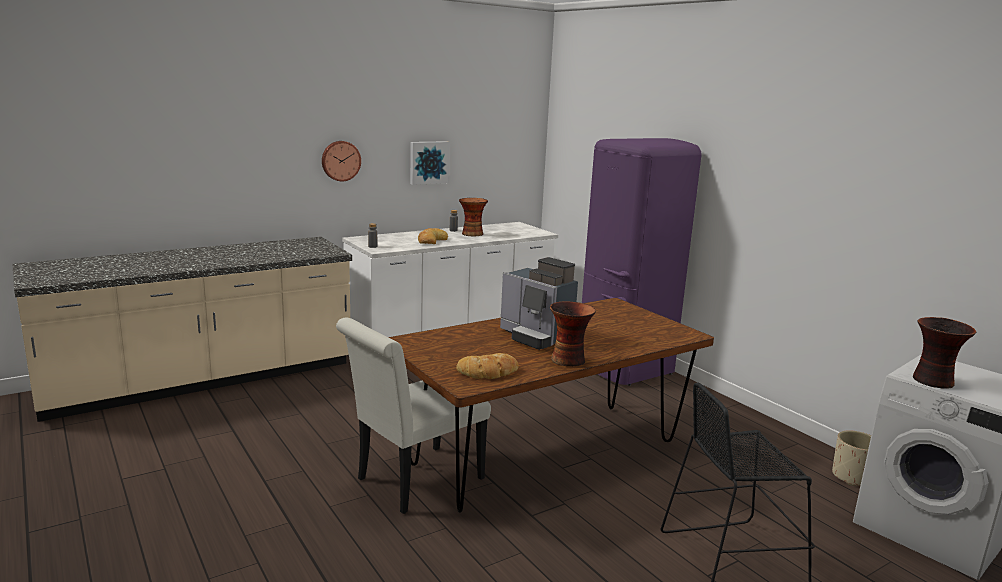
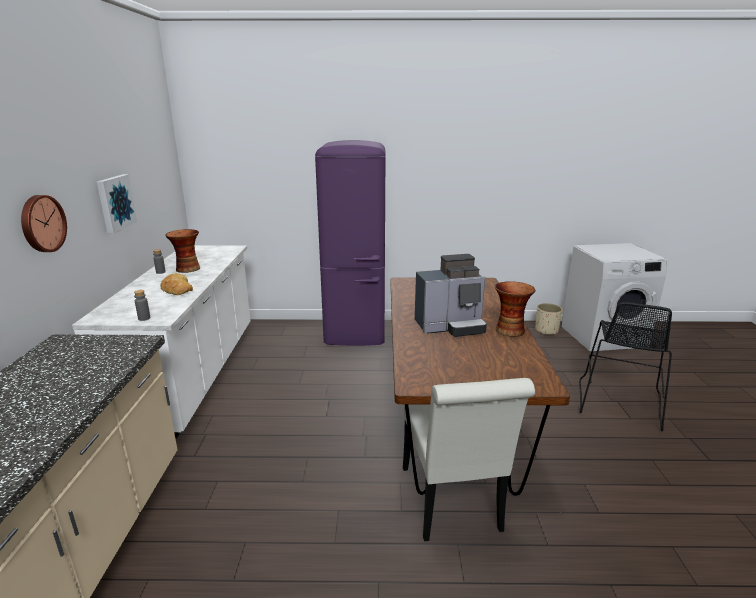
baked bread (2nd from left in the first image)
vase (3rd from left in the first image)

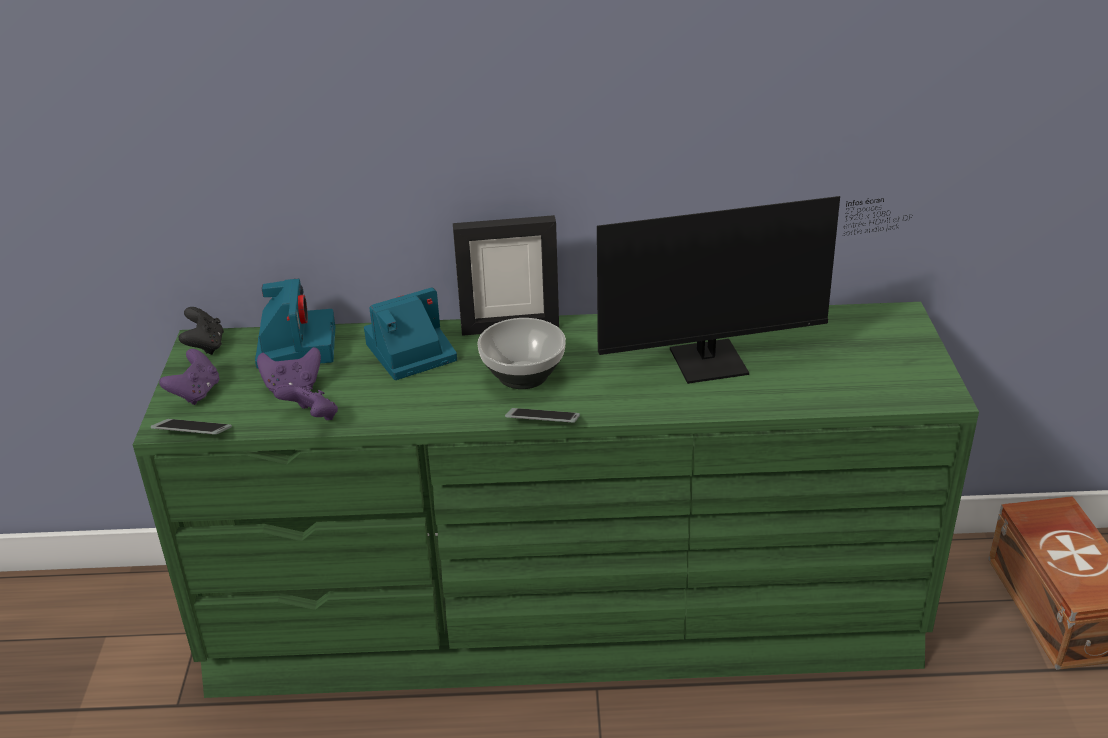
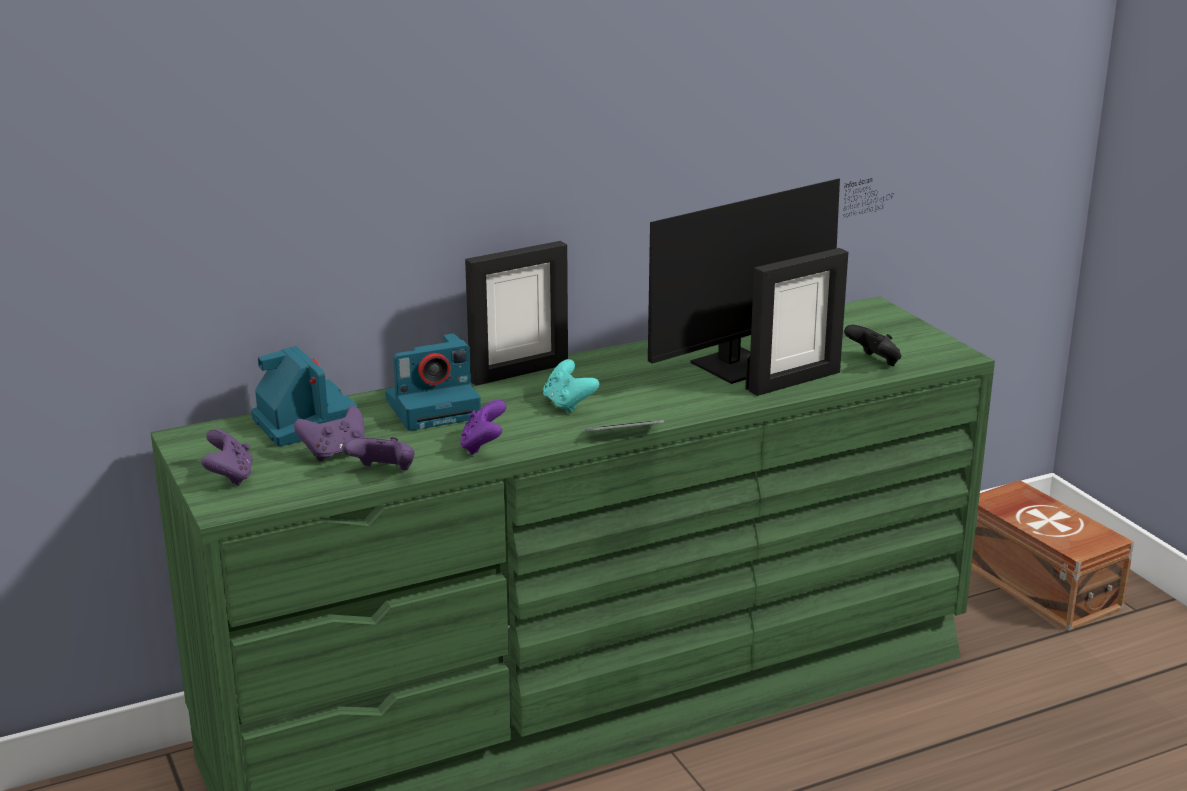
phone (1st from left in the first image)
gamepad in purple-coloured (4th from left)
photo frame (2nd from left)
gamepad in black-coloured
gamepad in turquoise-coloured
still camera (2nd from left)

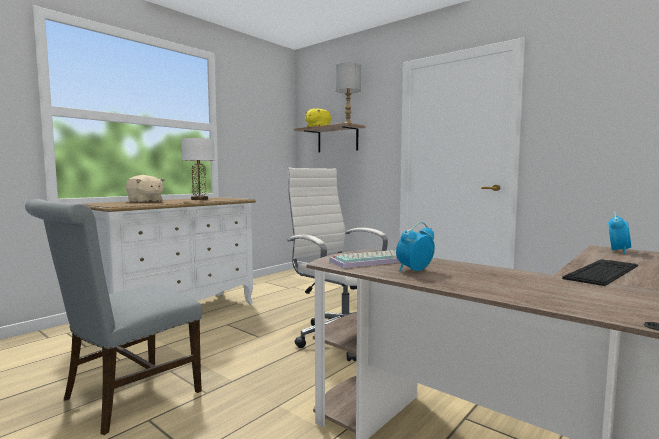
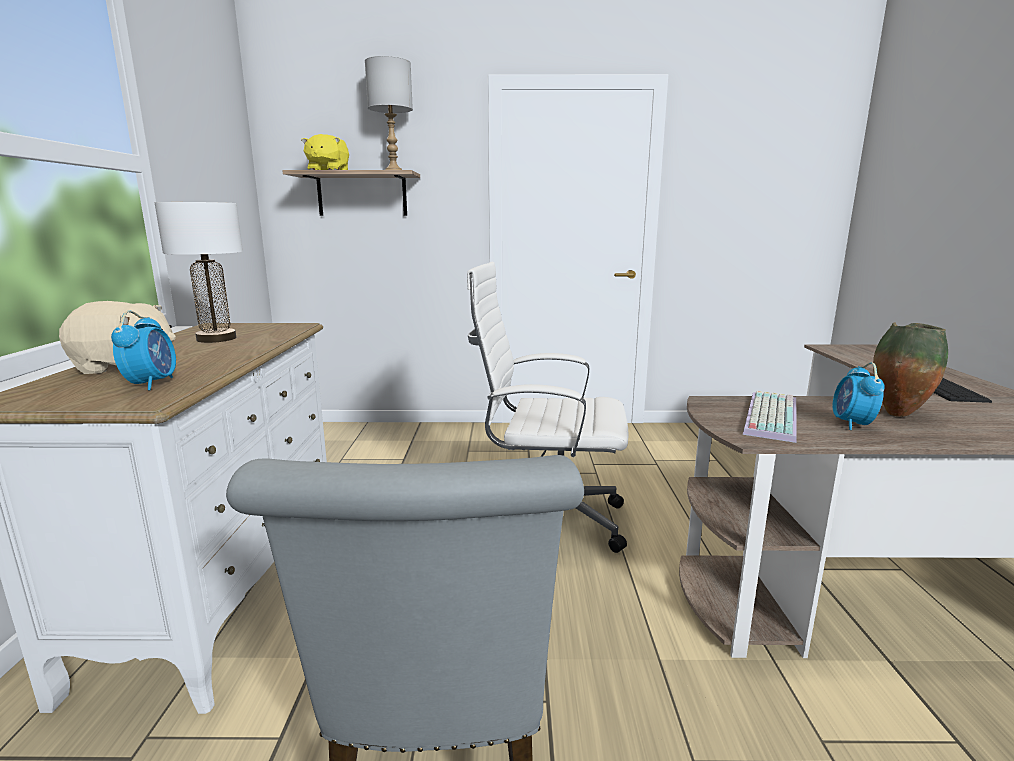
vase
bedside clock (1st from left)

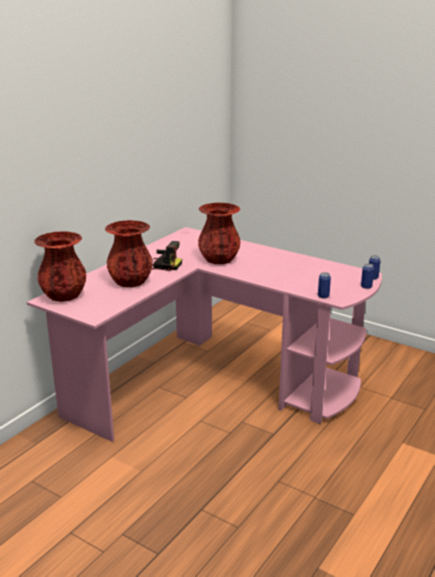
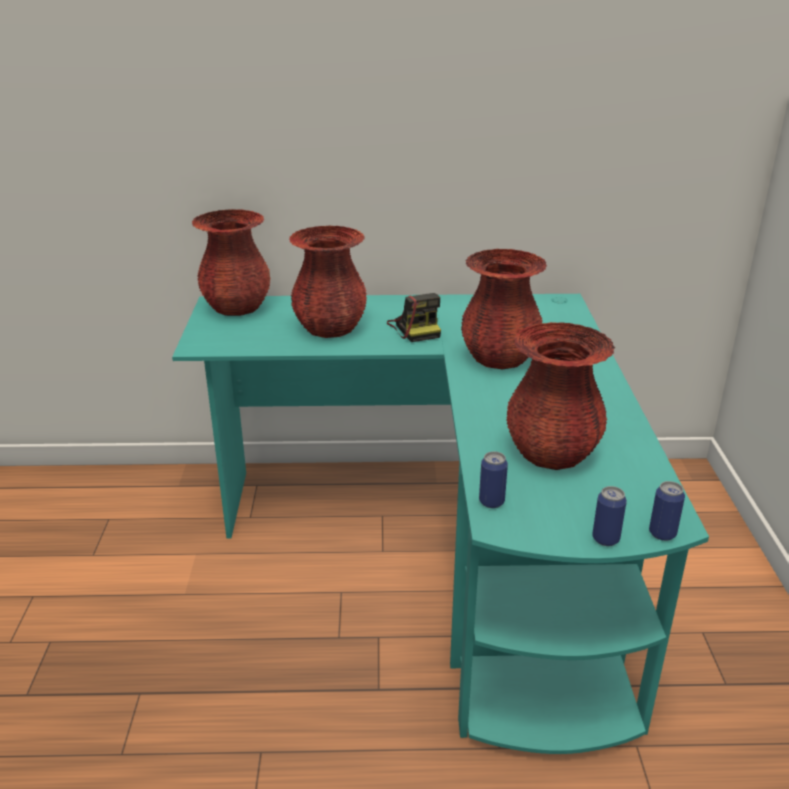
vase in reddish (4th from left)
desk table in turquoise-coloured

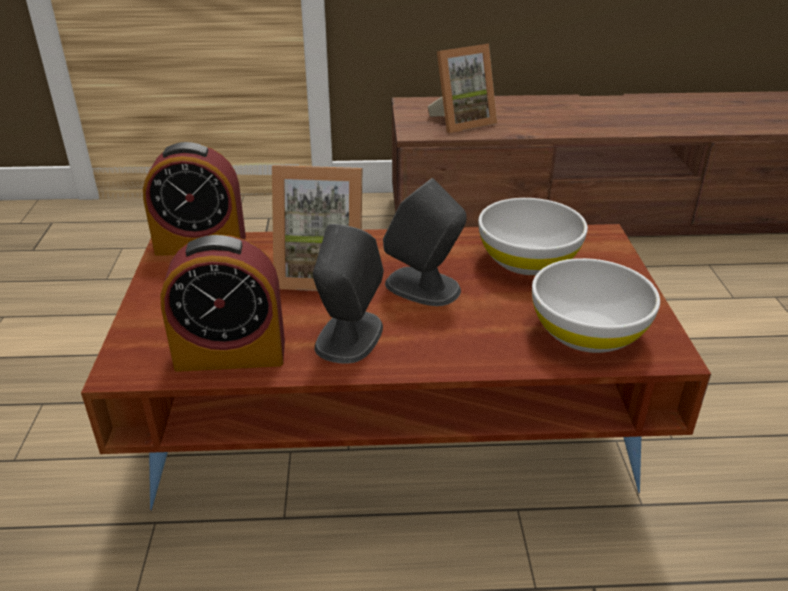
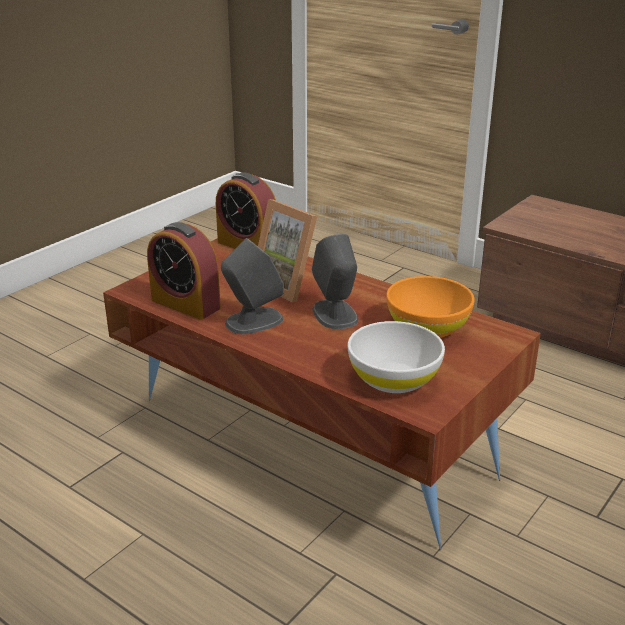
photo frame (2nd from left in the first image)
deep dish in orange

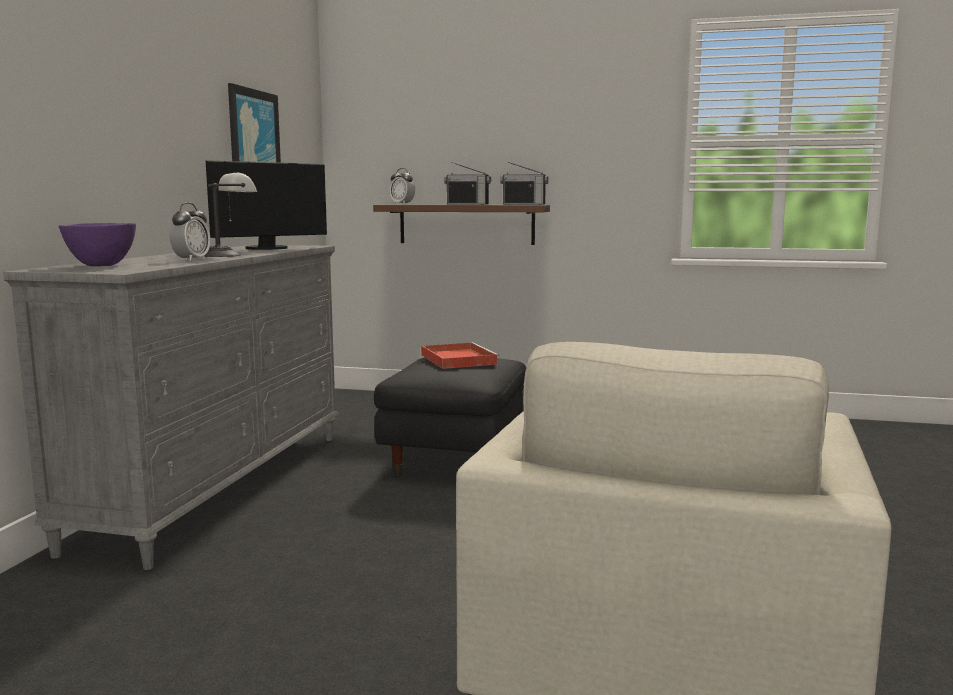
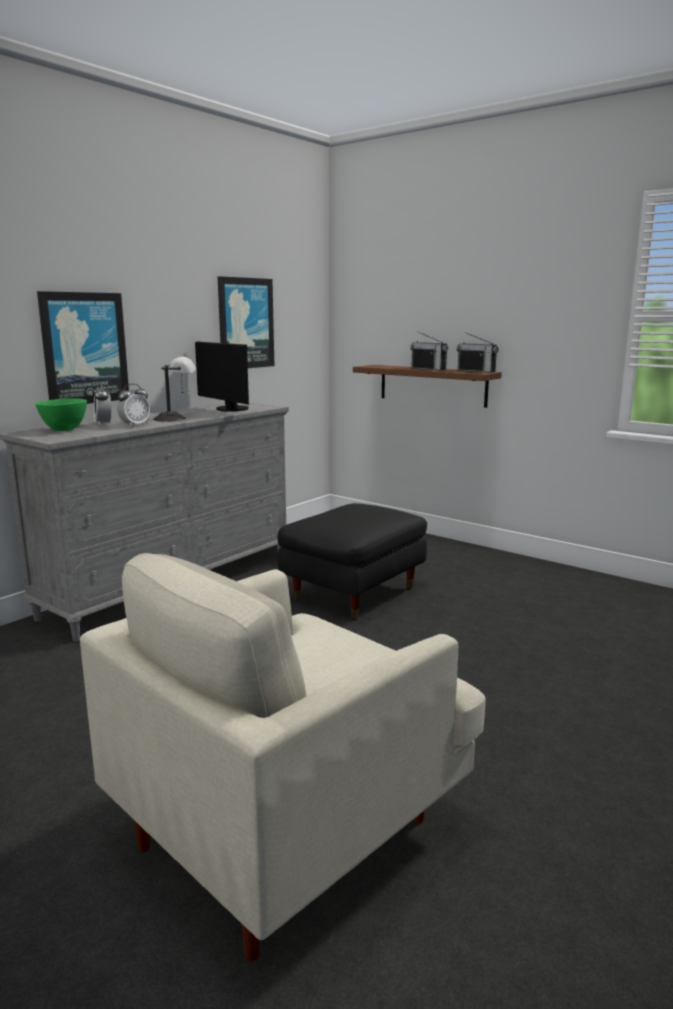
carrying tray in reddish
wall picture (1st from left)
bedside clock (1st from left)
deep dish in green
monitor

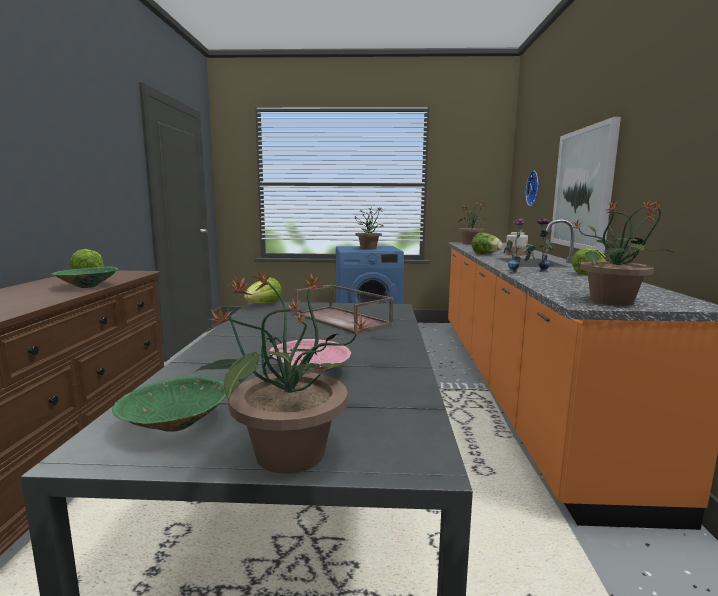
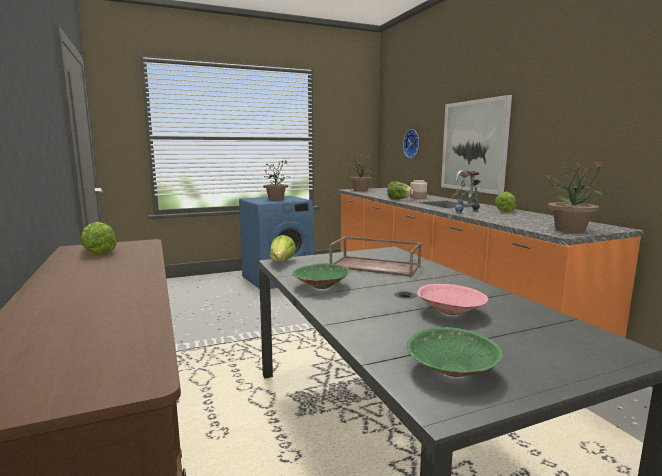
houseplant (1st from left in the first image)
deep dish in green (1st from left)

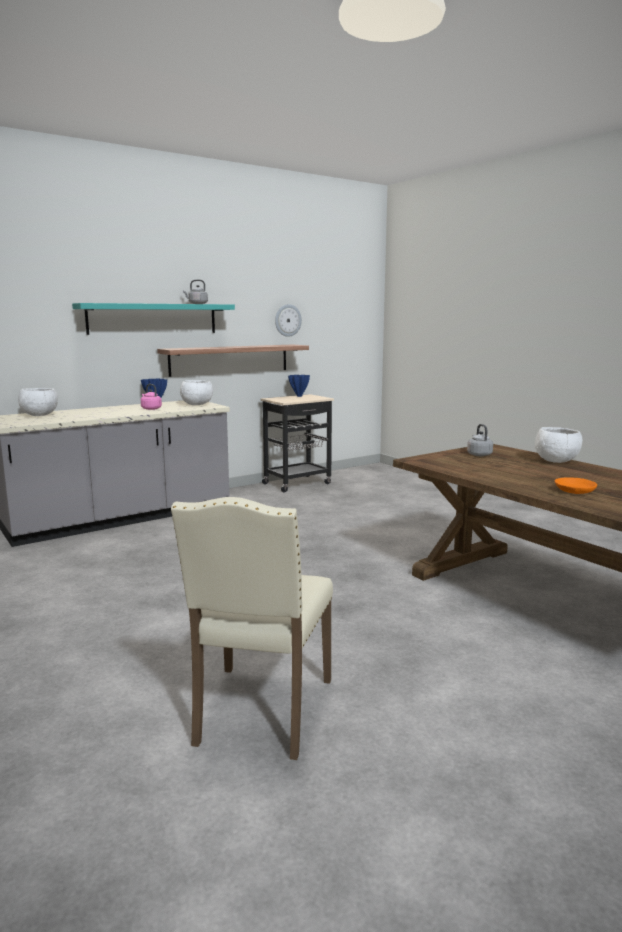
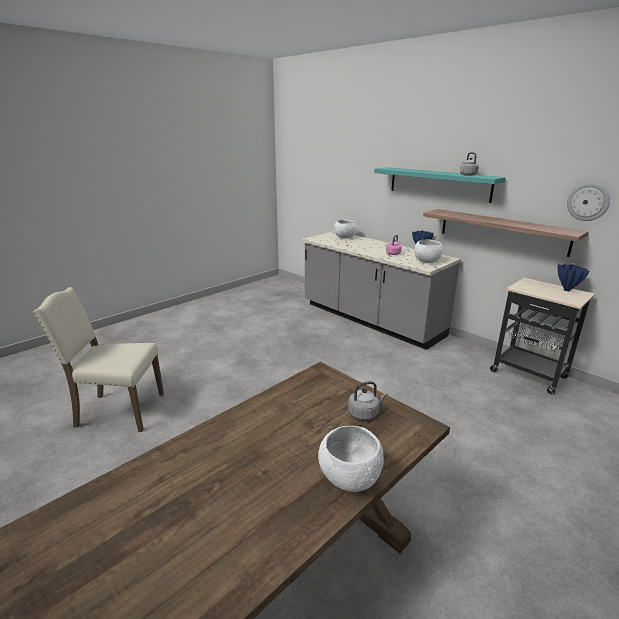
deep dish in orange

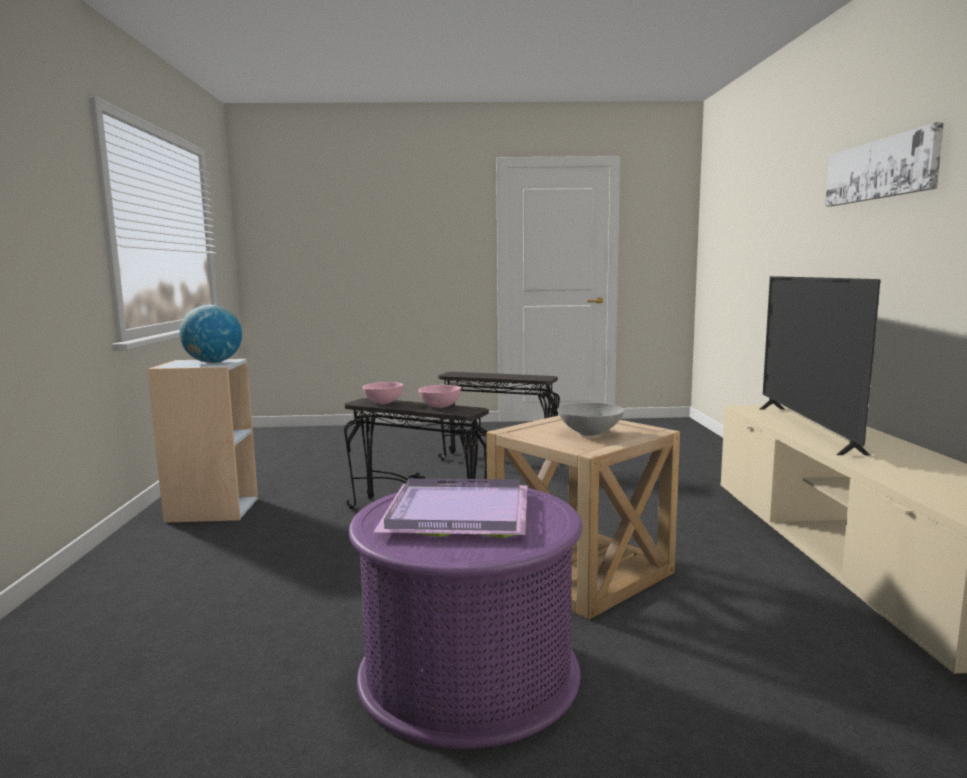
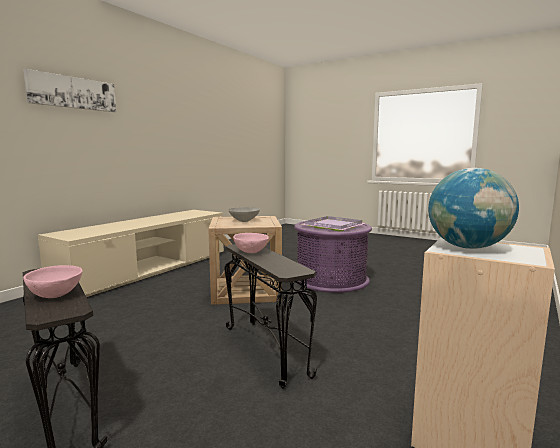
TV
deep dish in pinkish (1st from left)

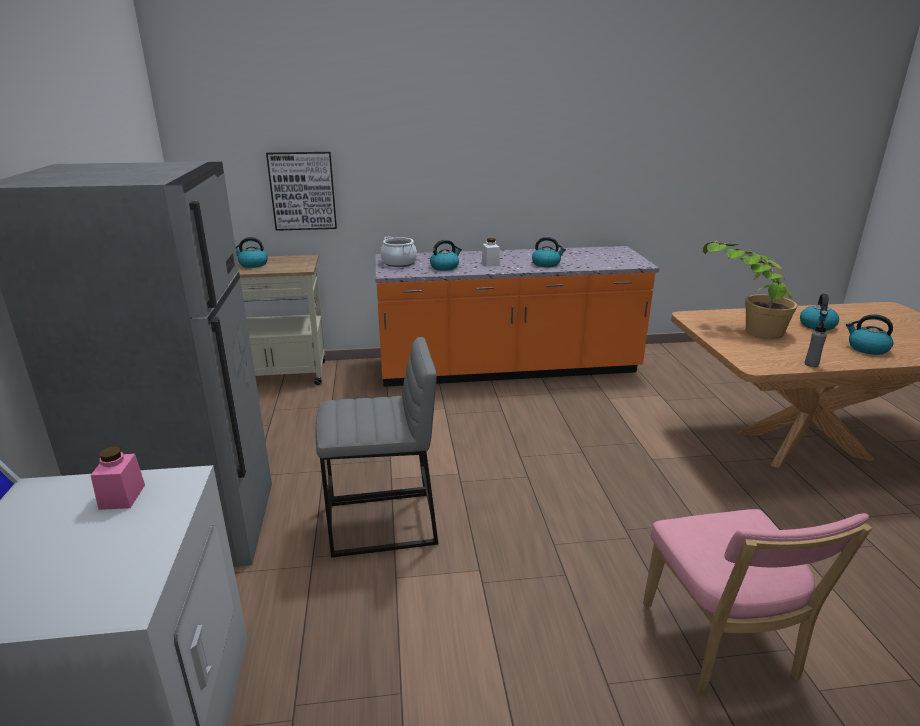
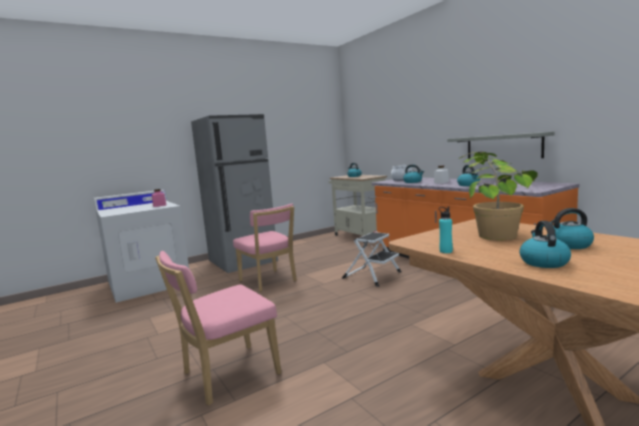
wall picture
stepladder
shelf in greyish
upright chair in pinkish (2nd from left)
bottle in turquoise-coloured

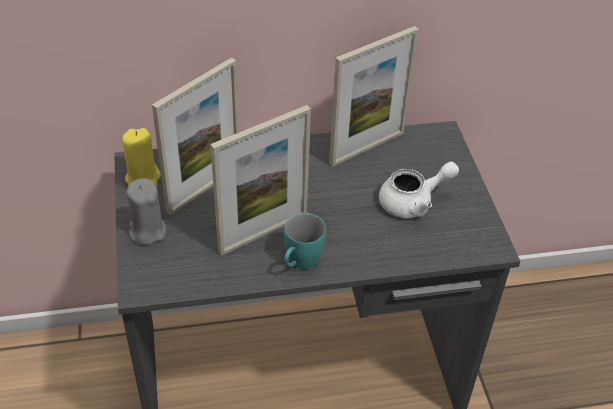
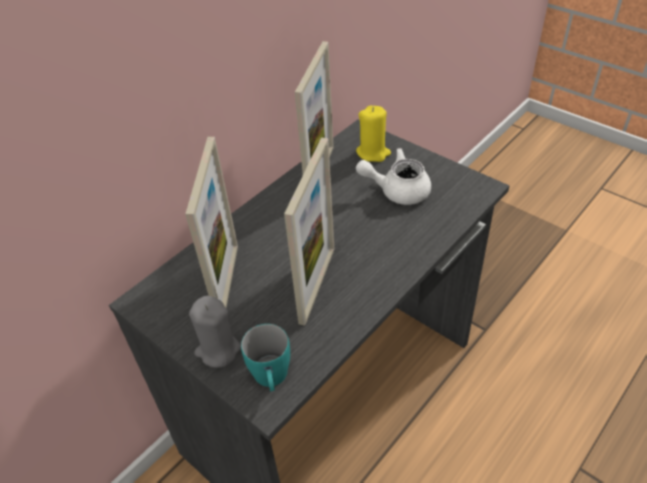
candle in yellow
tea mug in turquoise-coloured
tea pot in whitish

